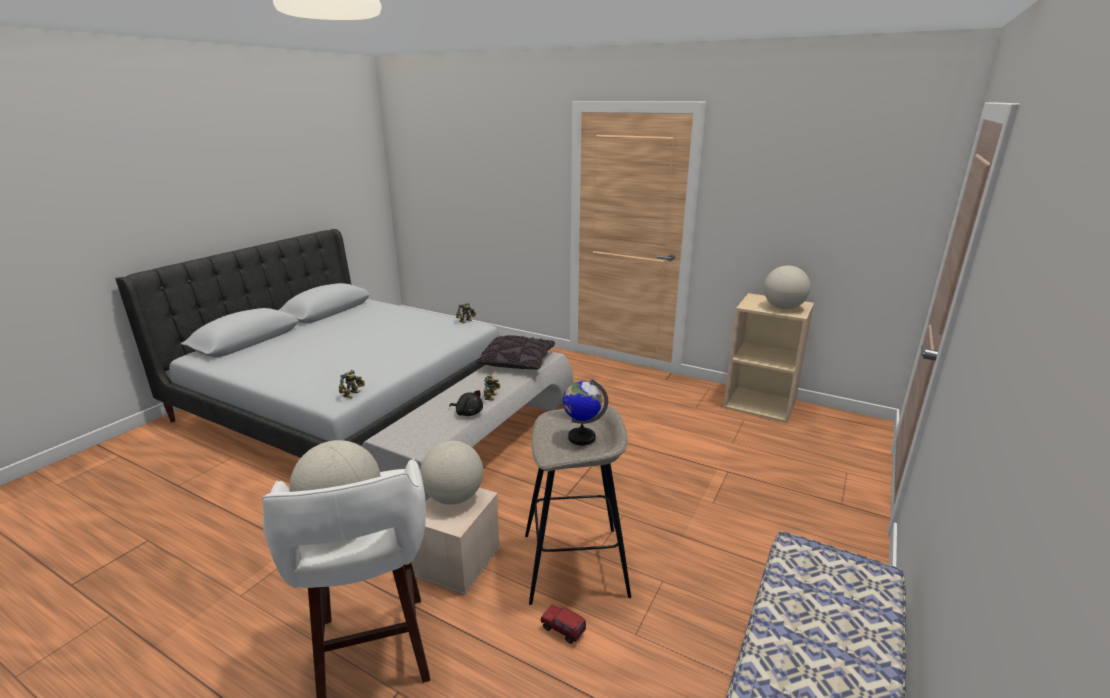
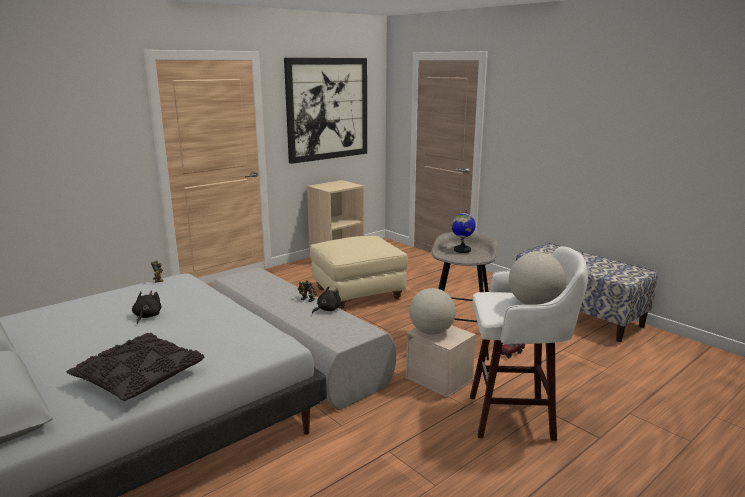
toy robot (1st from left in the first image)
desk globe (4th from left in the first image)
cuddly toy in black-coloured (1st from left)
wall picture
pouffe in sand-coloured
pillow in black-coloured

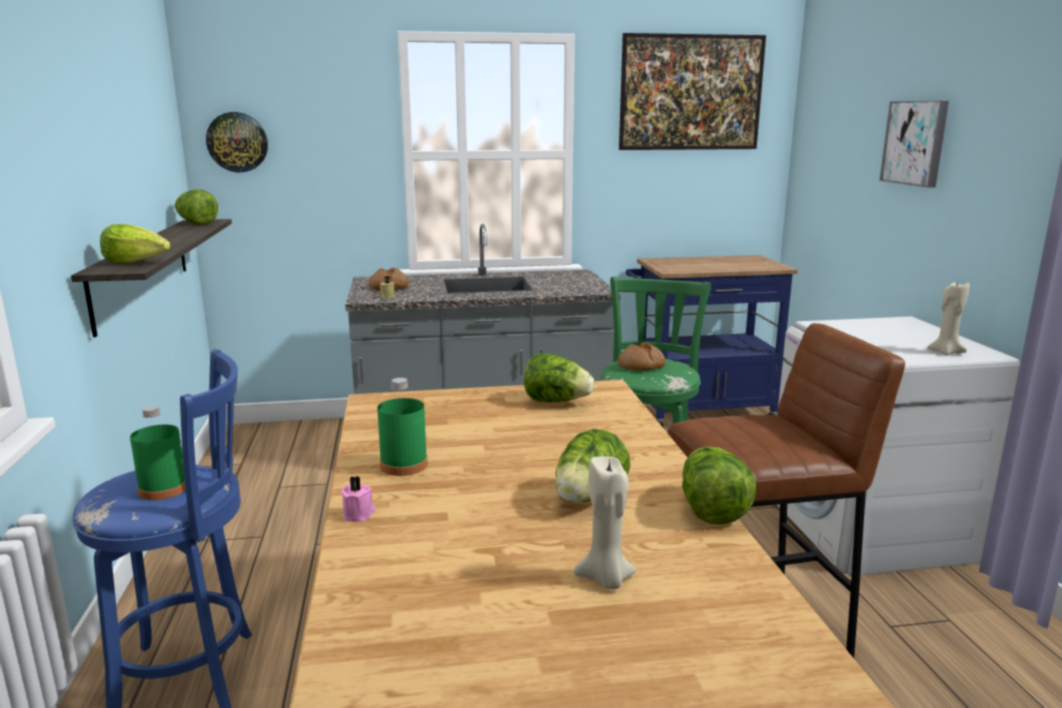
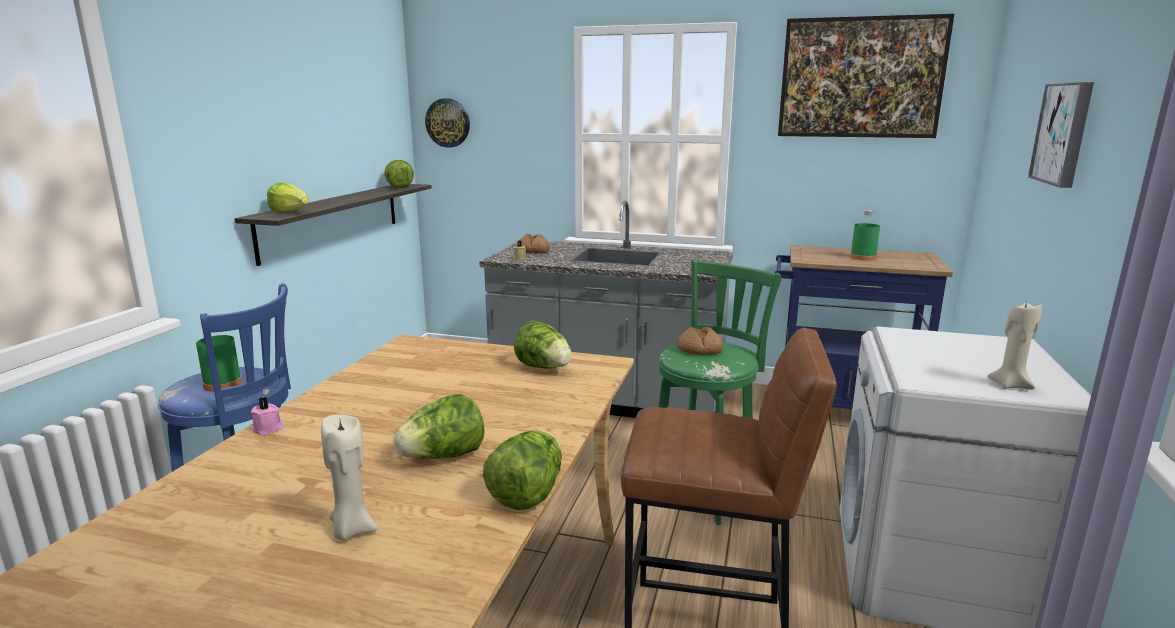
bottle in green (2nd from left)

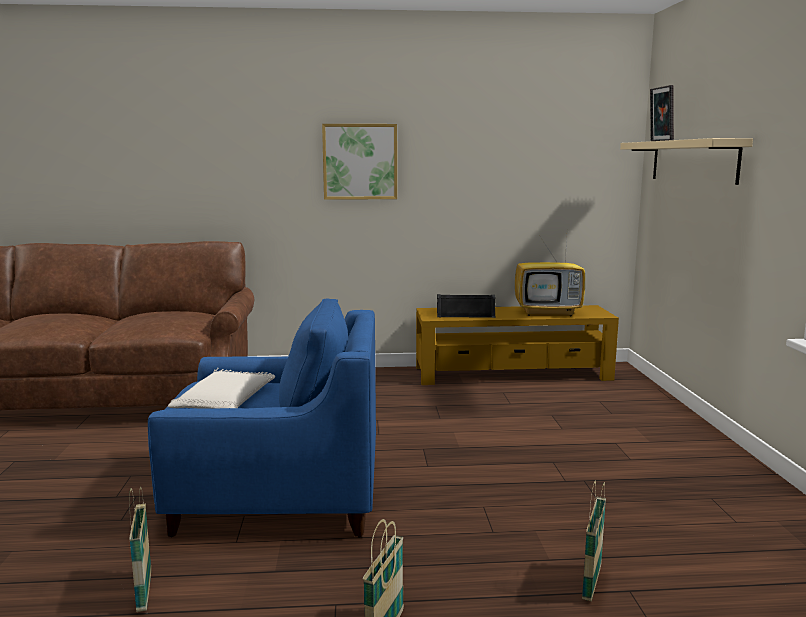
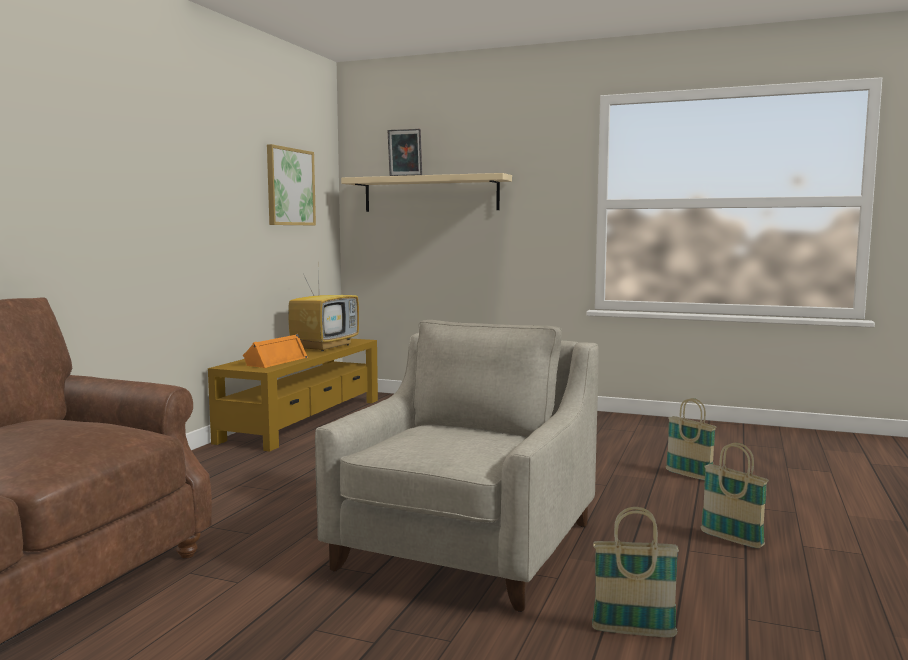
pillow in whitish
wall picture
armchair in sand-coloured
audio speaker in orange

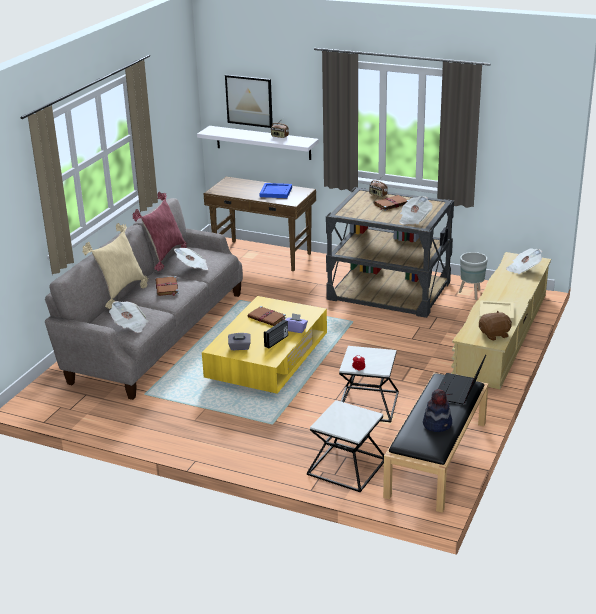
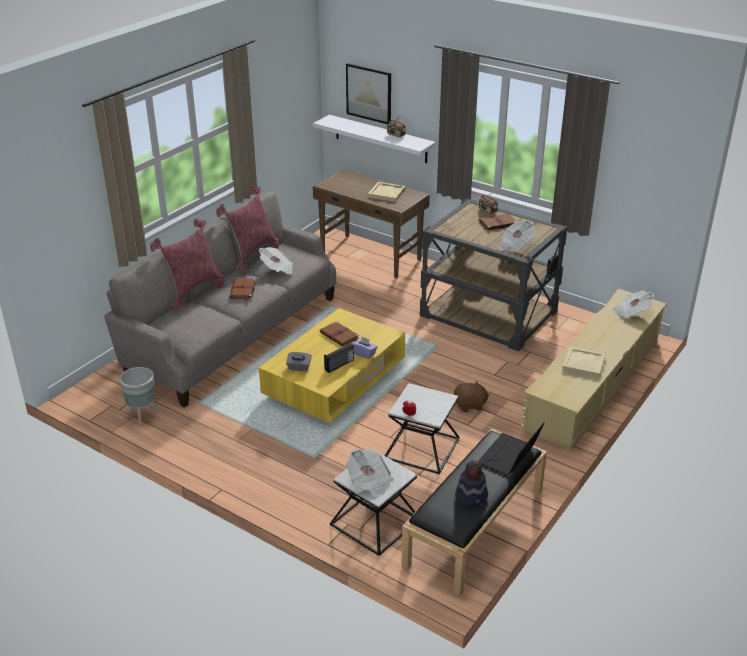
printed paper (2nd from left)
plant pot in greyish
cuddly toy in brown-coloured
pillow in reddish (1st from left)
carrying tray in sand-coloured (1st from left)

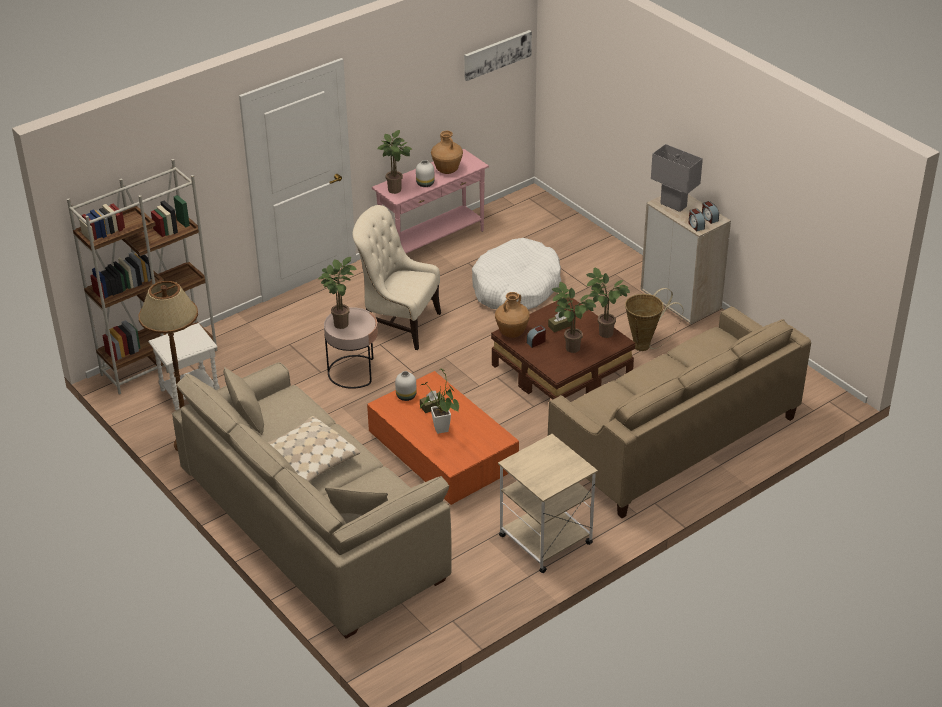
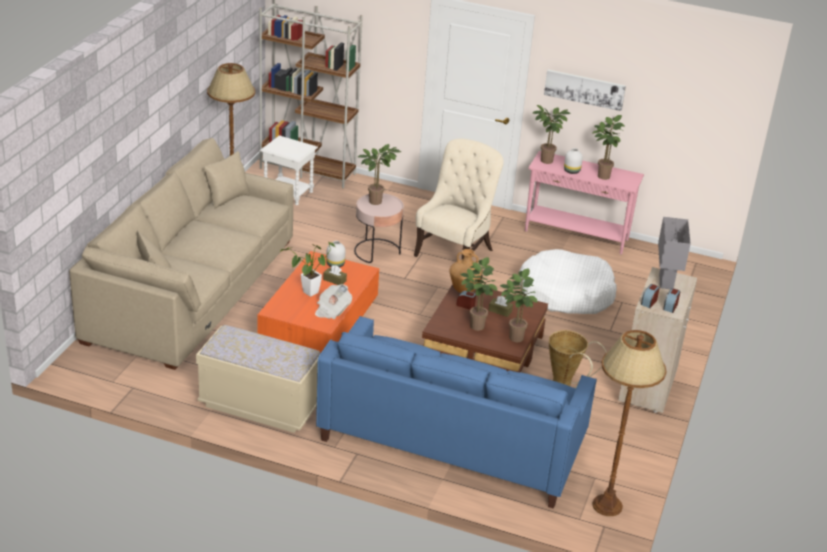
pillow in sand-coloured
printed paper
floor lamp in brown-coloured (2nd from left)
wall picture
houseplant (6th from left)
indoor bench in sand-coloured
couch in blue
armchair in sand-coloured

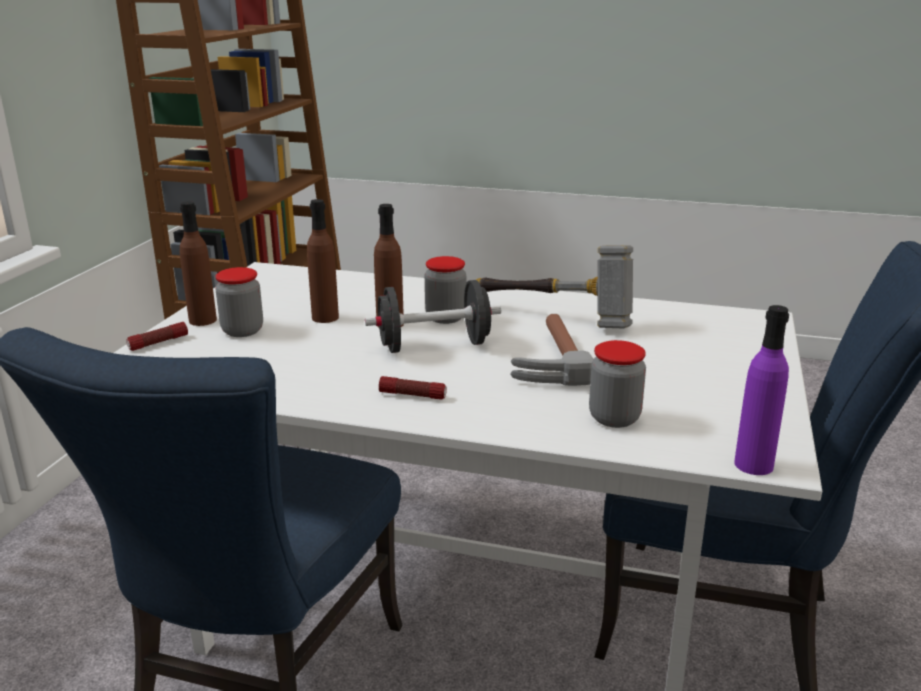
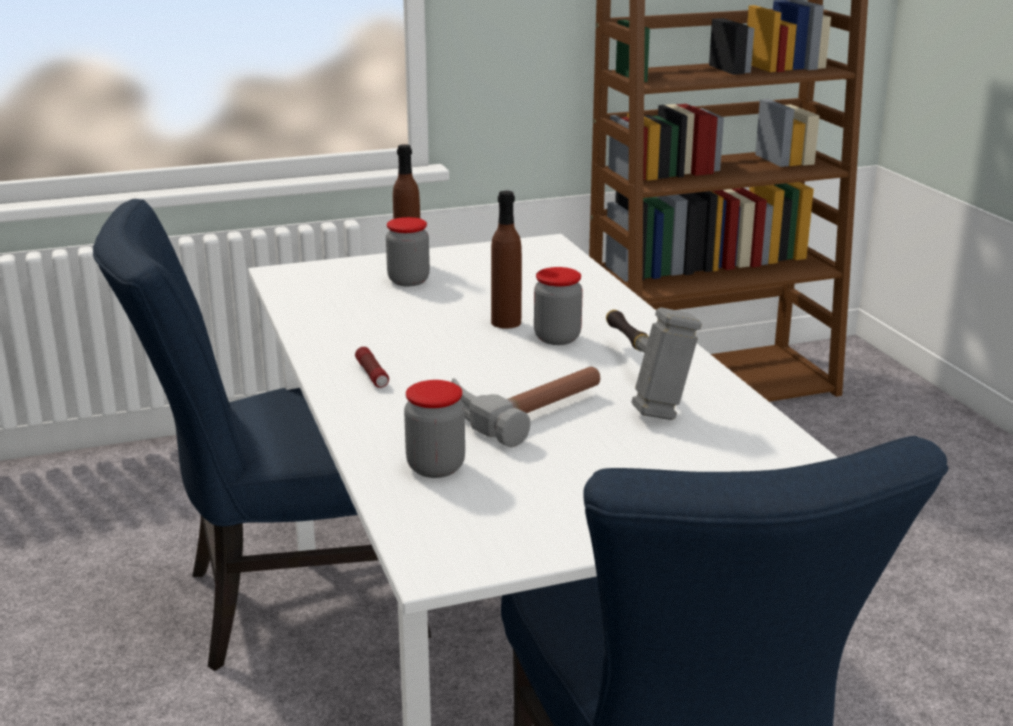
torch (1st from left in the first image)
bottle in brown-coloured (2nd from left in the first image)
free weight in black-coloured
bottle in purple-coloured

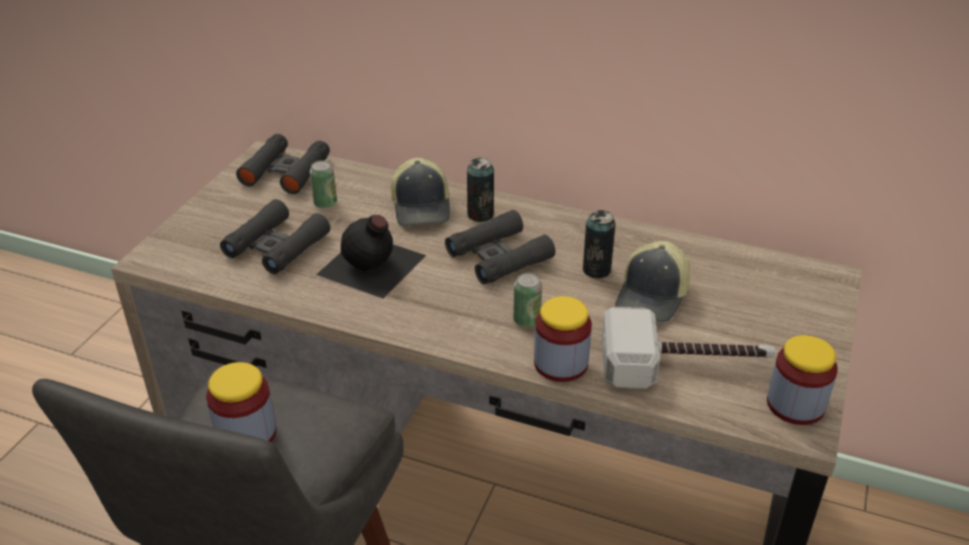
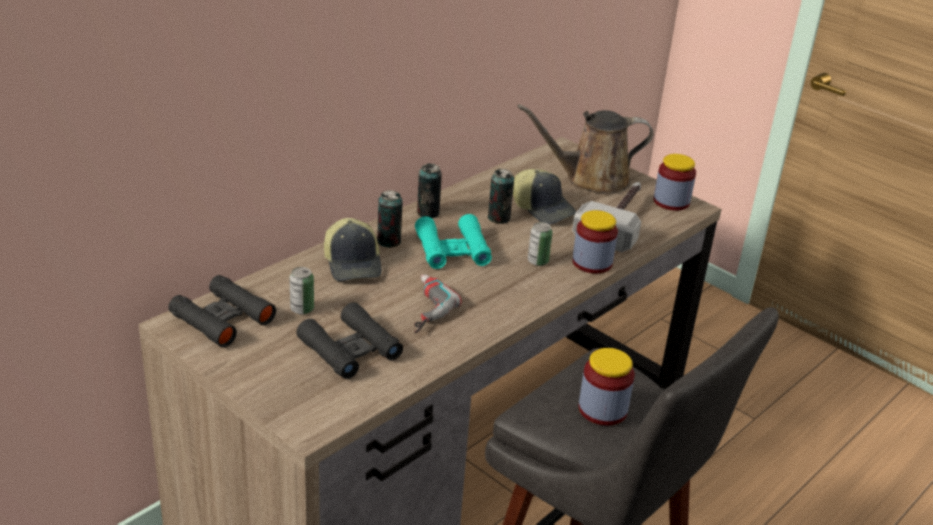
can (3rd from left)
sprinkling can in brown-coloured
electric drill
pair of binoculars in turquoise-coloured
cap (1st from left)

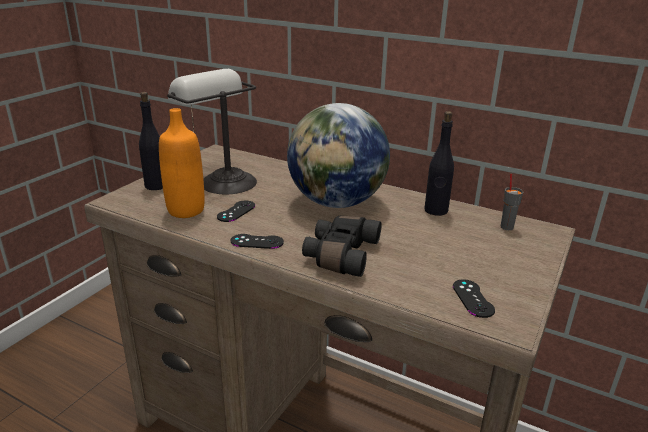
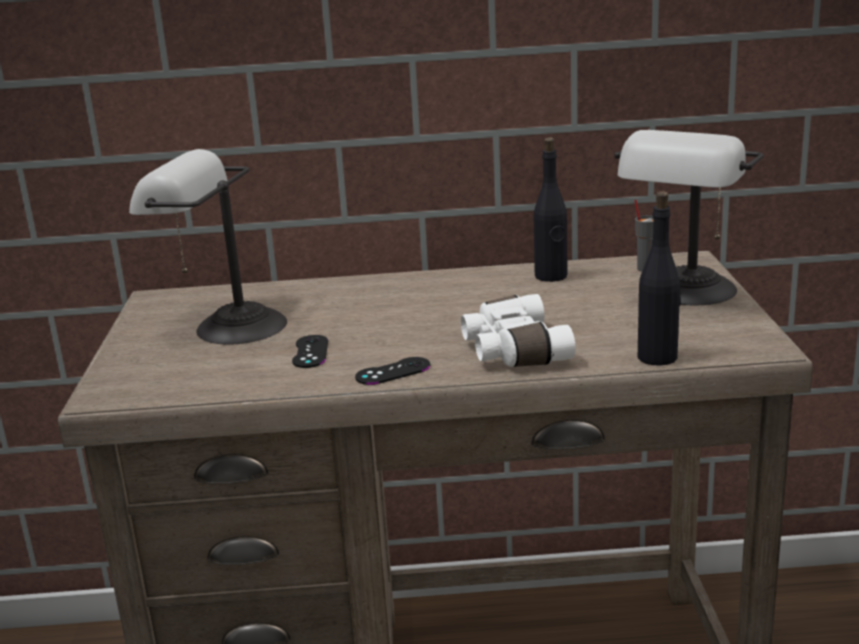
bottle in orange
desk globe
gamepad in black-coloured (3rd from left in the first image)
tabletop lamp (2nd from left)
bottle in black-coloured (2nd from left)
pair of binoculars in whitish

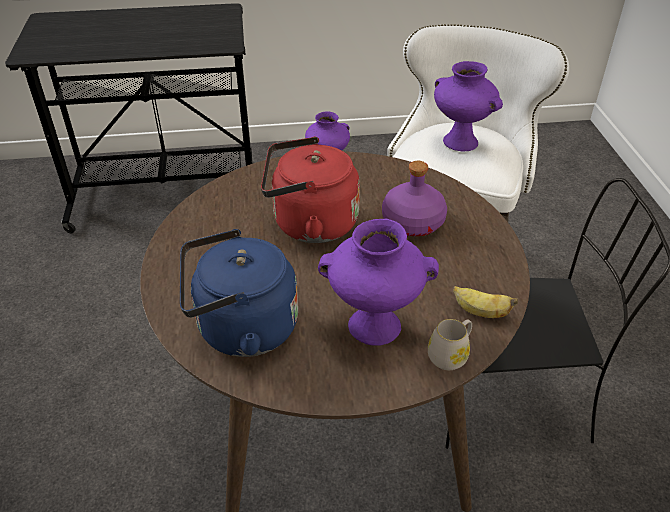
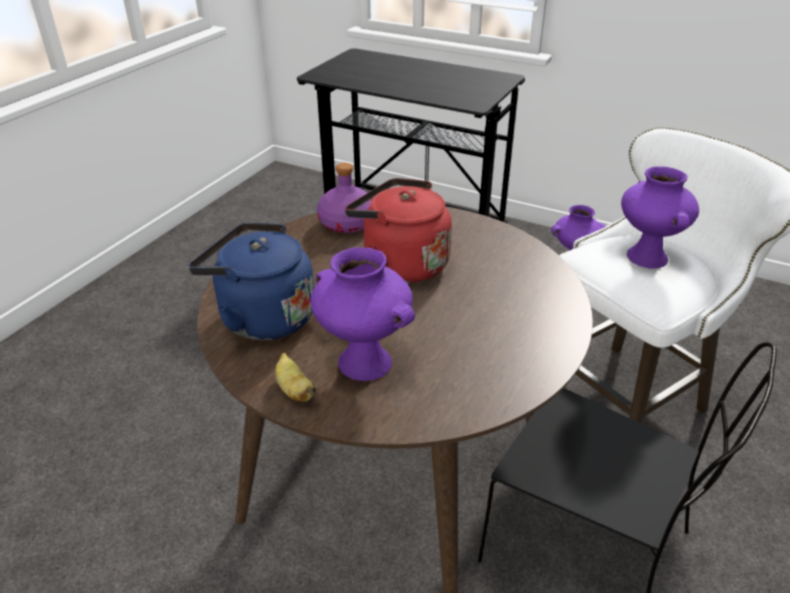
tea mug in whitish
bottle in purple-coloured
banana

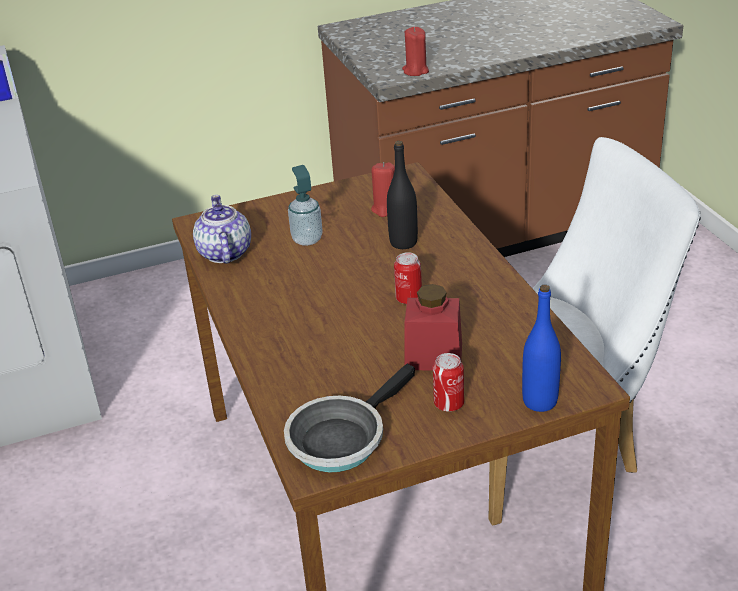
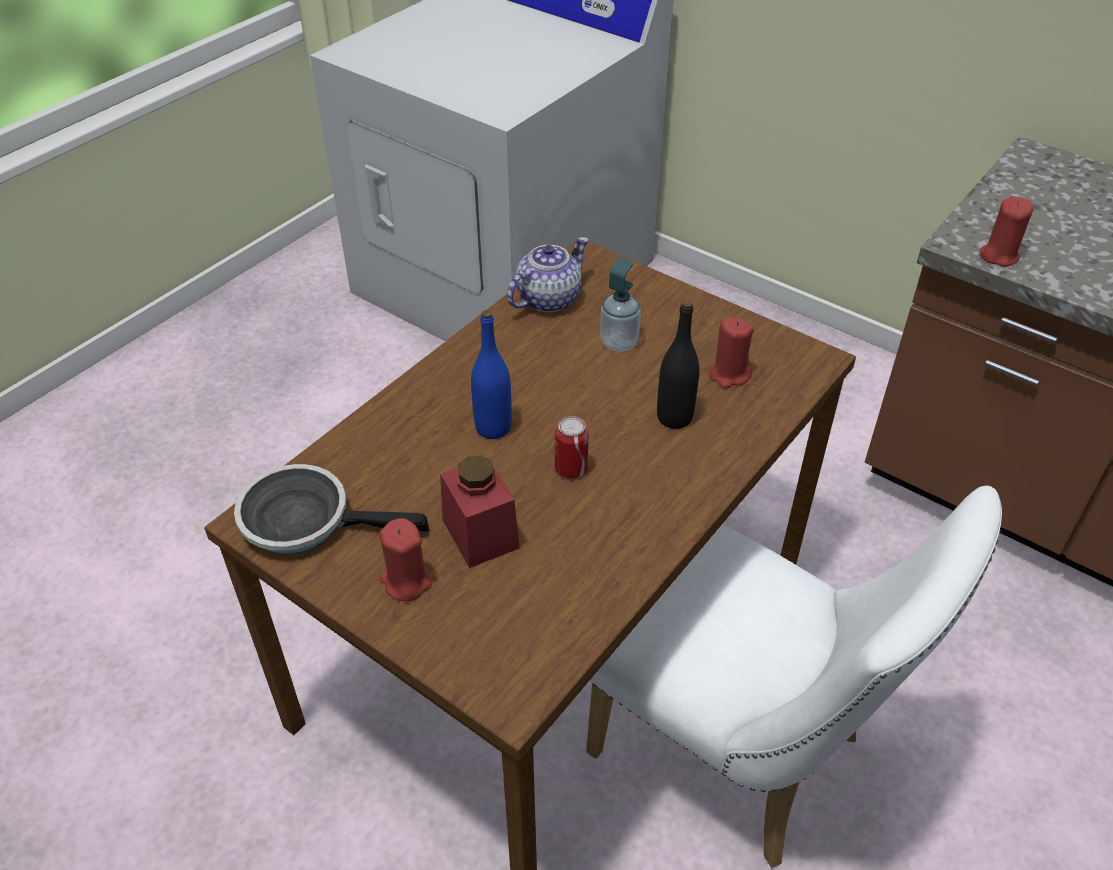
bottle in blue
candle in reddish (1st from left)

